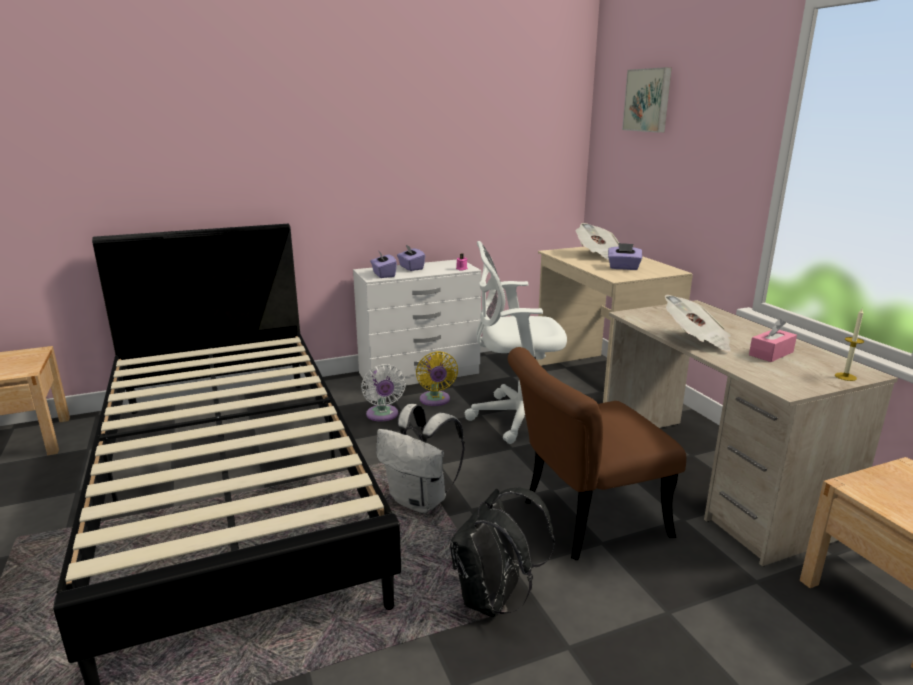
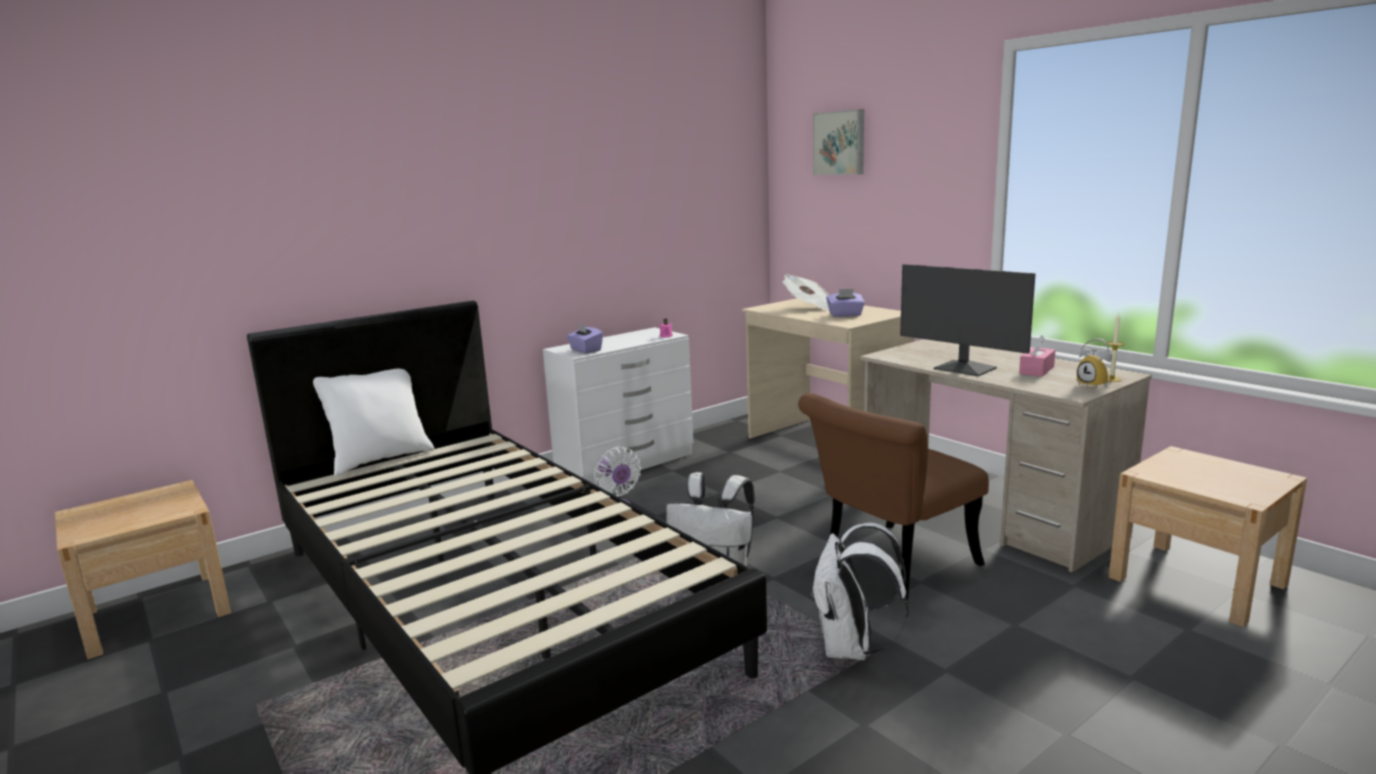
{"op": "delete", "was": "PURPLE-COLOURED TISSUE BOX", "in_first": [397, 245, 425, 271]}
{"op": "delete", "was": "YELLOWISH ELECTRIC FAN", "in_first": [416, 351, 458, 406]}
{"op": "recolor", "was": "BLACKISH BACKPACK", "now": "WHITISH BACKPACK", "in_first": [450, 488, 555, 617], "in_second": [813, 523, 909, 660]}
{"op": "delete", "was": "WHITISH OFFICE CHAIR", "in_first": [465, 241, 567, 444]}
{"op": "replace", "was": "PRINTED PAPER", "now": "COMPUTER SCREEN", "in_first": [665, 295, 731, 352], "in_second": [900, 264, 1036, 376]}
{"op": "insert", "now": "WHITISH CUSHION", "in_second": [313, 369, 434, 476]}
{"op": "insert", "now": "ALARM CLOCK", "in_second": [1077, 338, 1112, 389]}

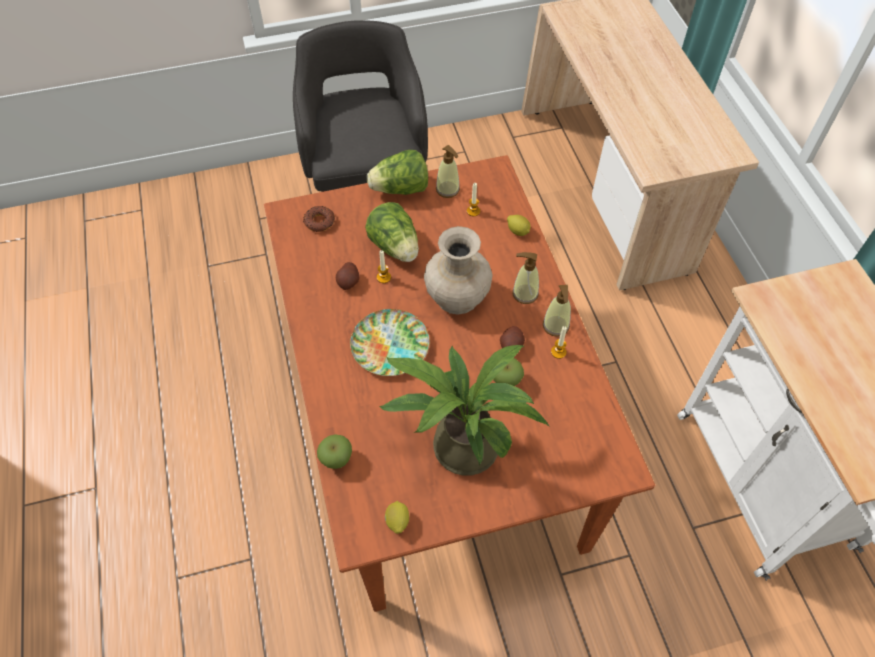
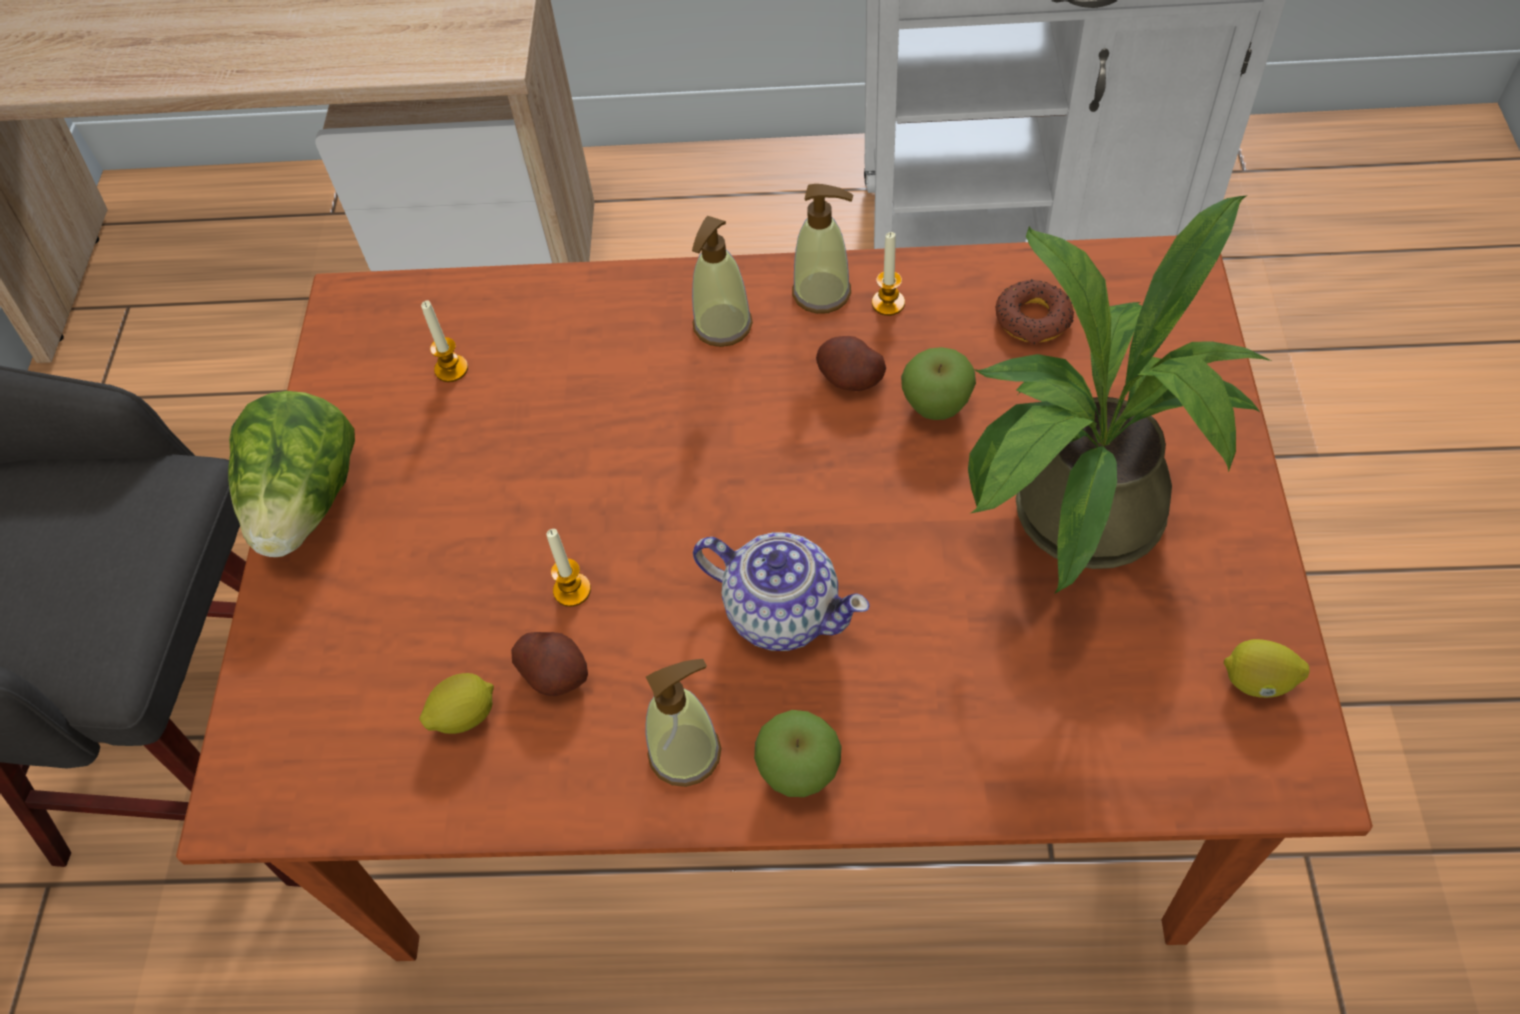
{"op": "move", "was": "DOUGHNUT", "in_first": [303, 206, 335, 232], "in_second": [996, 280, 1074, 344]}
{"op": "move", "was": "APPLE FRUIT", "in_first": [317, 434, 352, 469], "in_second": [754, 710, 842, 797]}
{"op": "replace", "was": "FLAT DISH", "now": "TEA POT", "in_first": [350, 309, 429, 376], "in_second": [693, 532, 870, 651]}
{"op": "delete", "was": "HEAD OF LETTUCE", "in_first": [365, 202, 419, 262]}
{"op": "delete", "was": "SAND-COLOURED FLOWER VASE", "in_first": [424, 226, 492, 315]}
{"op": "move", "was": "SOAP BOTTLE", "in_first": [436, 145, 460, 198], "in_second": [645, 659, 721, 787]}
{"op": "move", "was": "WHOLE LEMON", "in_first": [507, 215, 531, 236], "in_second": [419, 673, 494, 734]}

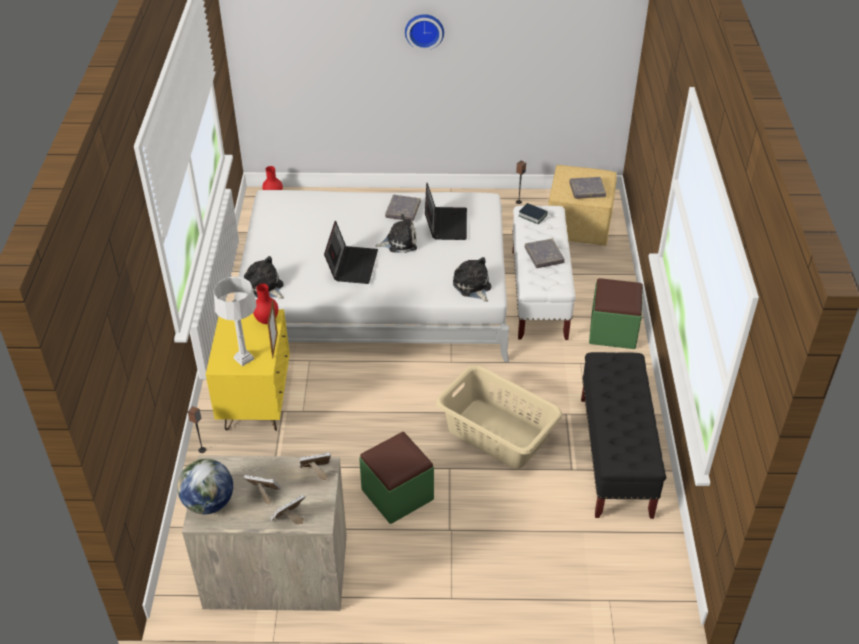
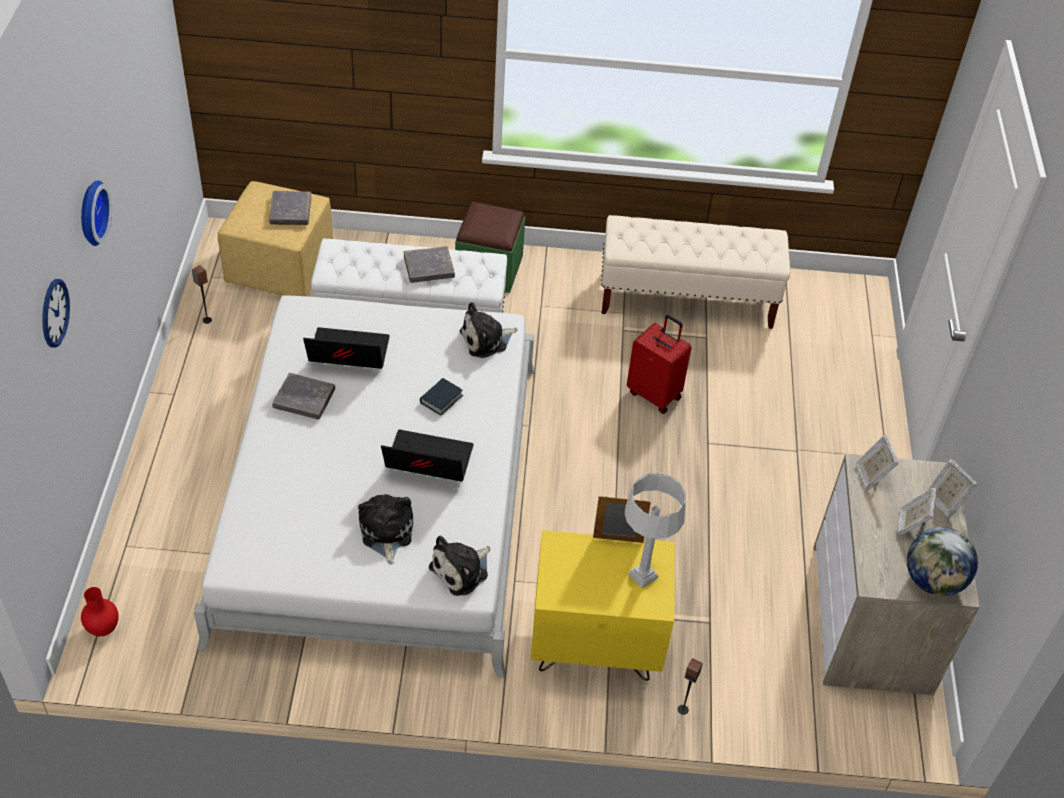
{"op": "delete", "was": "REDDISH FLOWER VASE", "in_first": [253, 284, 278, 324]}
{"op": "delete", "was": "GREENISH OTTOMAN", "in_first": [359, 432, 434, 524]}
{"op": "move", "was": "CUDDLY TOY", "in_first": [375, 214, 417, 253], "in_second": [358, 494, 413, 565]}
{"op": "replace", "was": "SAND-COLOURED LAUNDRY BASKET", "now": "REDDISH SUITCASE", "in_first": [436, 365, 562, 469], "in_second": [627, 315, 691, 414]}
{"op": "move", "was": "BOUND BOOK", "in_first": [519, 203, 548, 224], "in_second": [420, 378, 463, 415]}
{"op": "recolor", "was": "BLACKISH INDOOR BENCH", "now": "SAND-COLOURED INDOOR BENCH", "in_first": [581, 352, 666, 519], "in_second": [601, 215, 790, 329]}
{"op": "insert", "now": "WALL CLOCK", "in_second": [42, 279, 70, 348]}

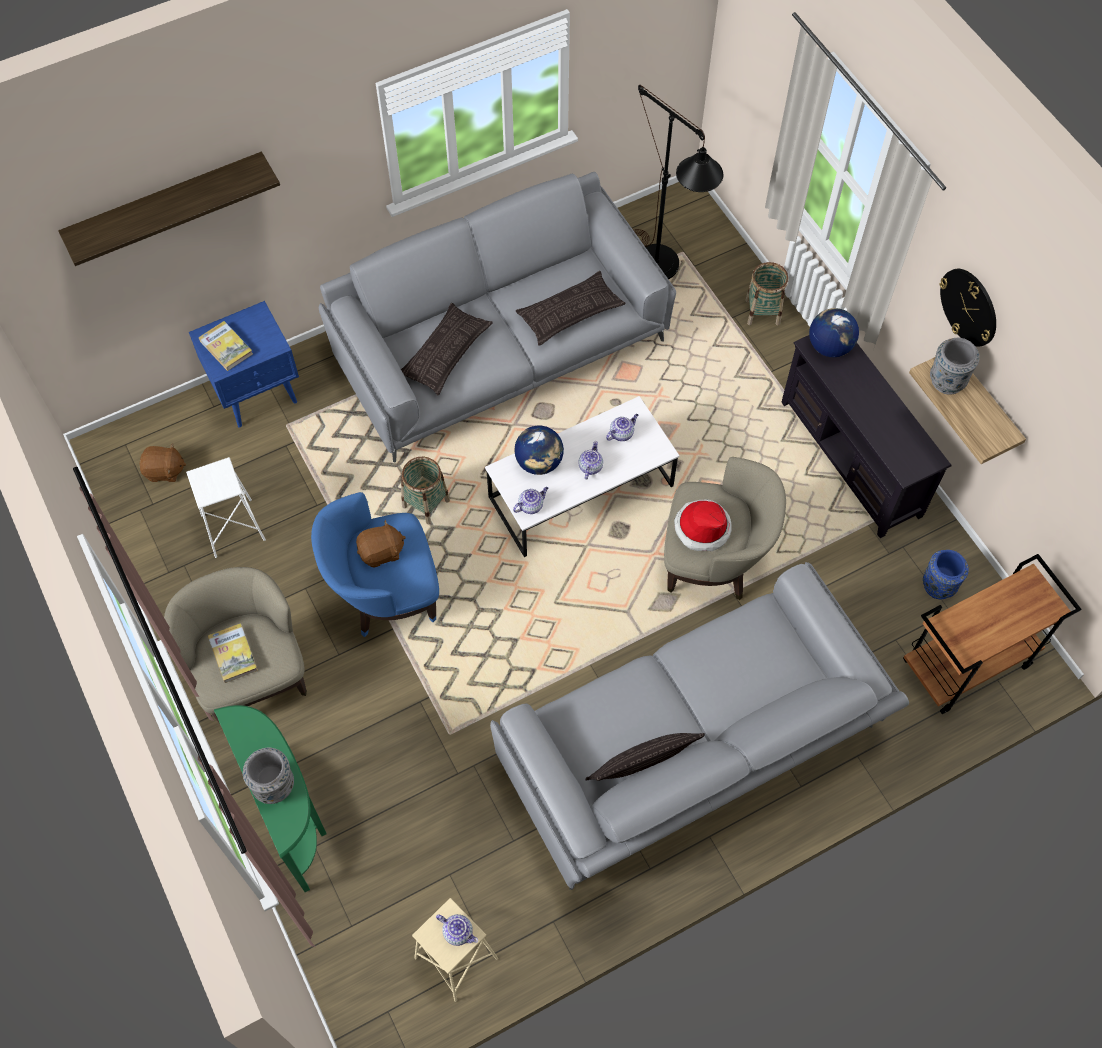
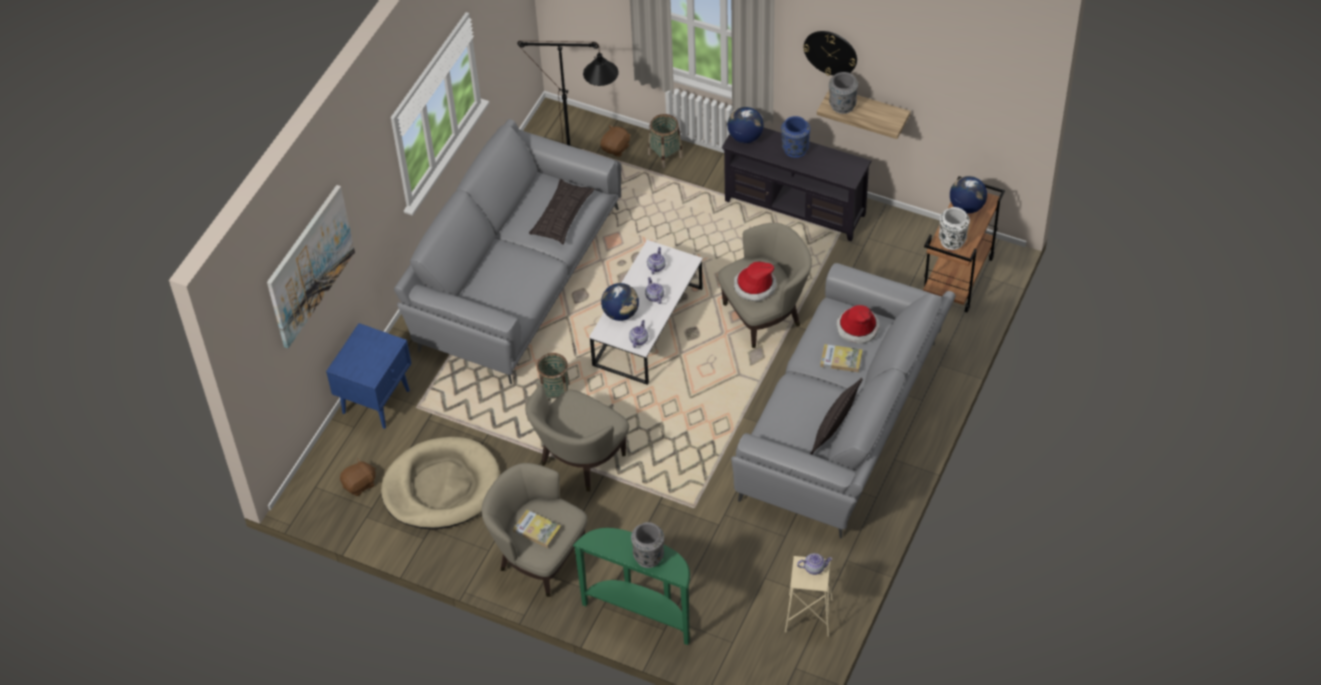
{"op": "replace", "was": "SHELF", "now": "PICTURE", "in_first": [58, 151, 280, 266], "in_second": [267, 185, 355, 348]}
{"op": "replace", "was": "WHITISH STOOL", "now": "SAND-COLOURED DOG BED", "in_first": [186, 457, 266, 558], "in_second": [381, 437, 500, 530]}
{"op": "move", "was": "BOUND BOOK", "in_first": [199, 321, 253, 371], "in_second": [820, 344, 863, 372]}
{"op": "recolor", "was": "BLUE ARMCHAIR", "now": "SAND-COLOURED ARMCHAIR", "in_first": [311, 492, 439, 637], "in_second": [526, 385, 629, 492]}
{"op": "move", "was": "BROWNISH CUDDLY TOY", "in_first": [356, 520, 406, 567], "in_second": [600, 125, 631, 157]}
{"op": "delete", "was": "CUSHION", "in_first": [401, 303, 493, 396]}
{"op": "move", "was": "BLUE FLOWER VASE", "in_first": [923, 550, 969, 599], "in_second": [781, 116, 810, 158]}
{"op": "insert", "now": "HAT", "in_second": [836, 305, 879, 344]}
{"op": "insert", "now": "WHITISH FLOWER VASE", "in_second": [939, 207, 970, 250]}
{"op": "insert", "now": "DESK GLOBE", "in_second": [950, 176, 987, 214]}

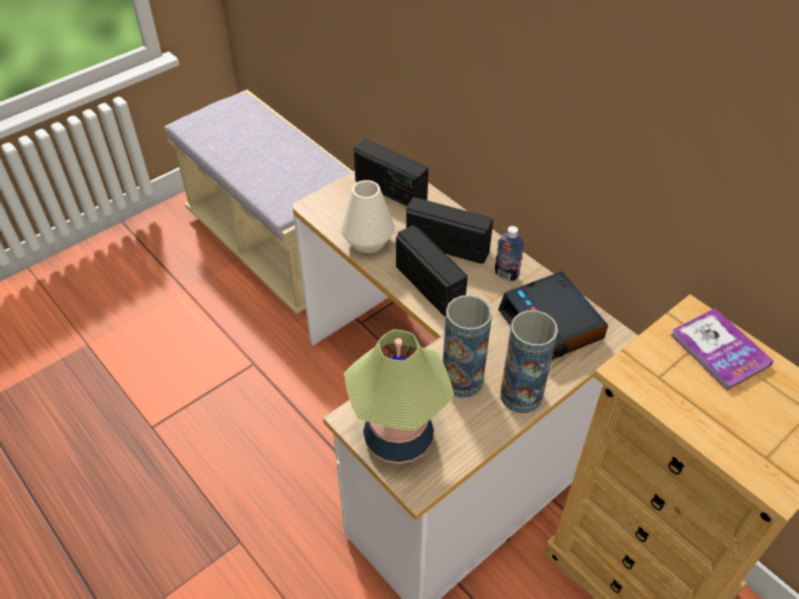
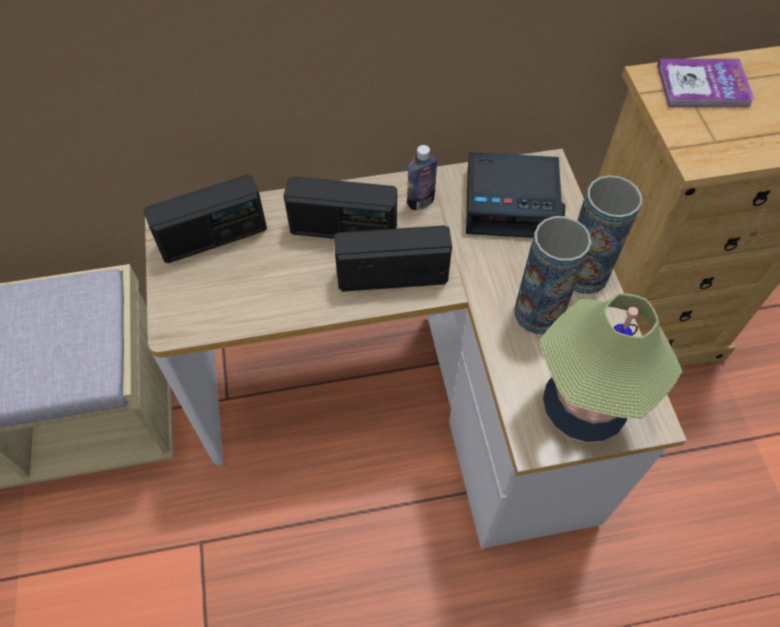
{"op": "delete", "was": "WHITISH FLOWER VASE", "in_first": [341, 180, 394, 253]}
{"op": "rotate", "was": "RADIO RECEIVER", "in_first": [406, 197, 493, 264], "in_second": [283, 176, 397, 239], "clockwise": -135}

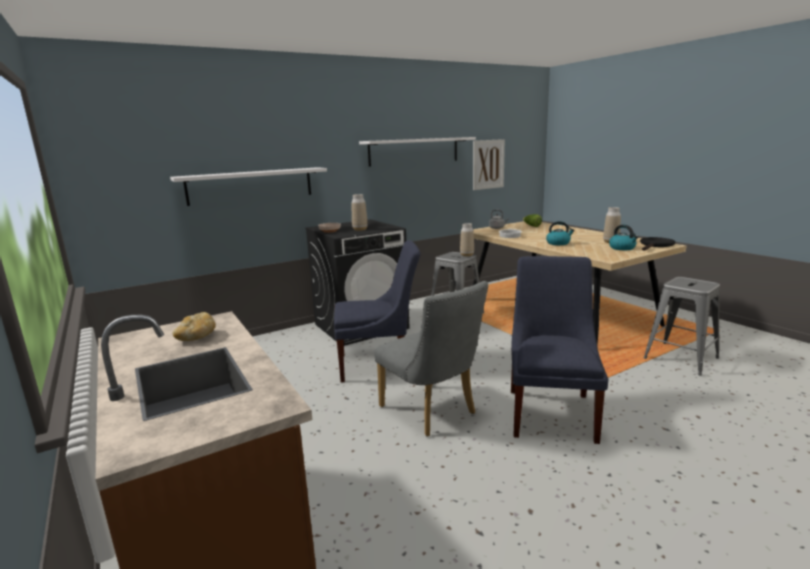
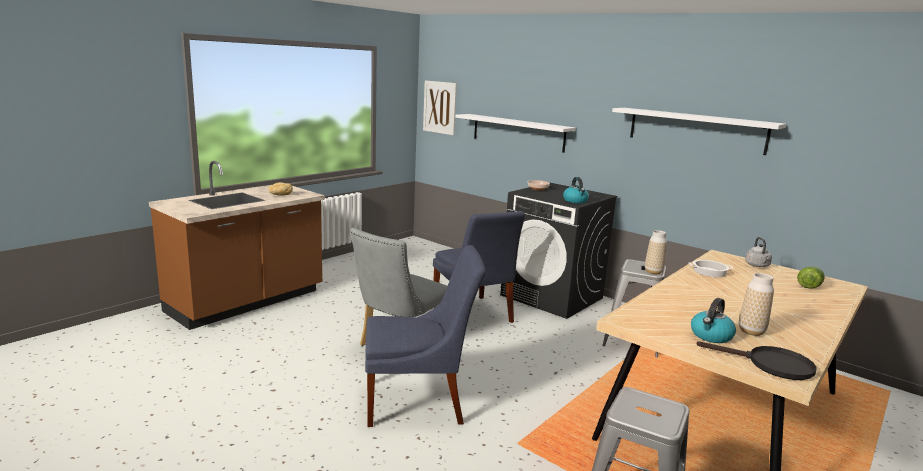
{"op": "delete", "was": "FLOWER VASE", "in_first": [352, 194, 368, 231]}
{"op": "move", "was": "PICTURE", "in_first": [473, 139, 505, 190], "in_second": [423, 80, 457, 135]}
{"op": "move", "was": "TEA KETTLE", "in_first": [546, 221, 575, 245], "in_second": [563, 177, 589, 203]}

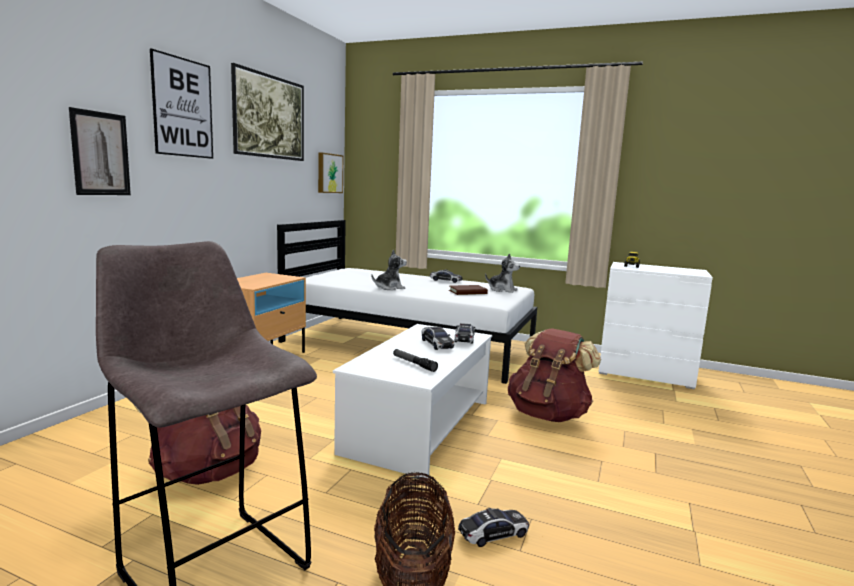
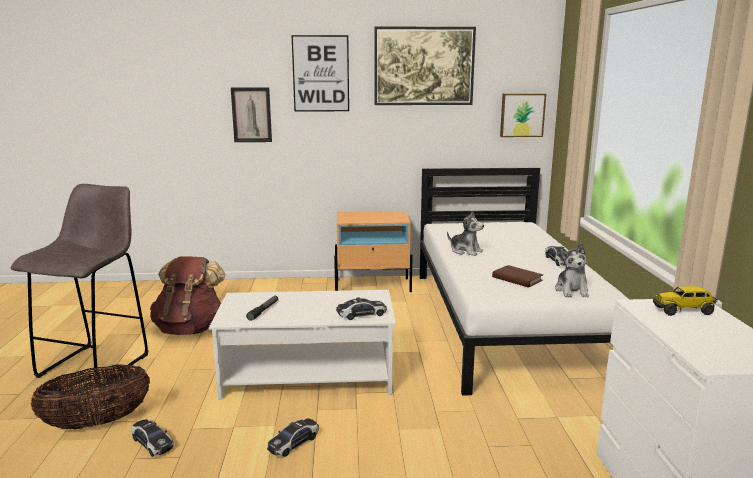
{"op": "move", "was": "MODEL CAR", "in_first": [421, 327, 454, 350], "in_second": [267, 418, 319, 457]}
{"op": "delete", "was": "BROWNISH BACKPACK", "in_first": [508, 328, 601, 422]}

